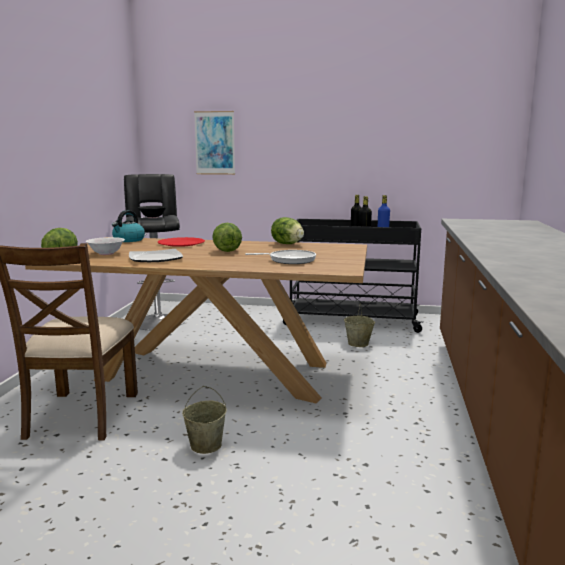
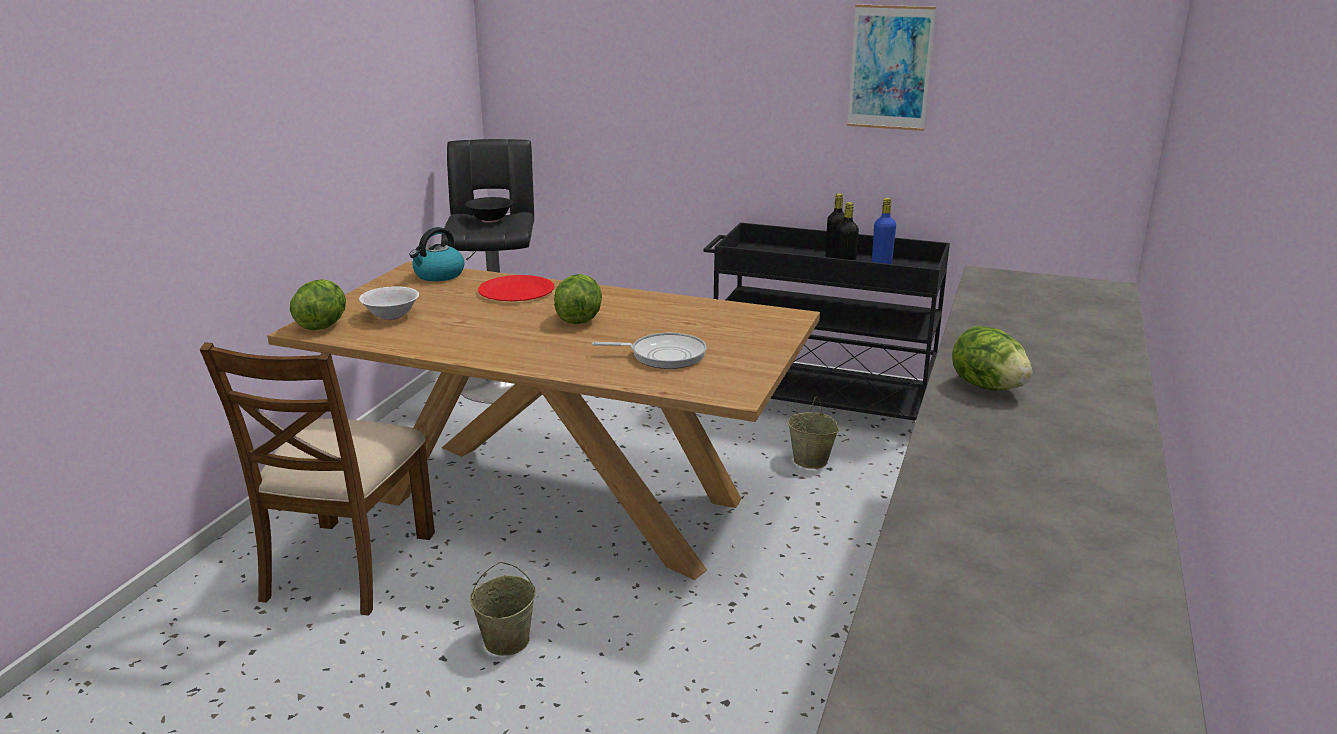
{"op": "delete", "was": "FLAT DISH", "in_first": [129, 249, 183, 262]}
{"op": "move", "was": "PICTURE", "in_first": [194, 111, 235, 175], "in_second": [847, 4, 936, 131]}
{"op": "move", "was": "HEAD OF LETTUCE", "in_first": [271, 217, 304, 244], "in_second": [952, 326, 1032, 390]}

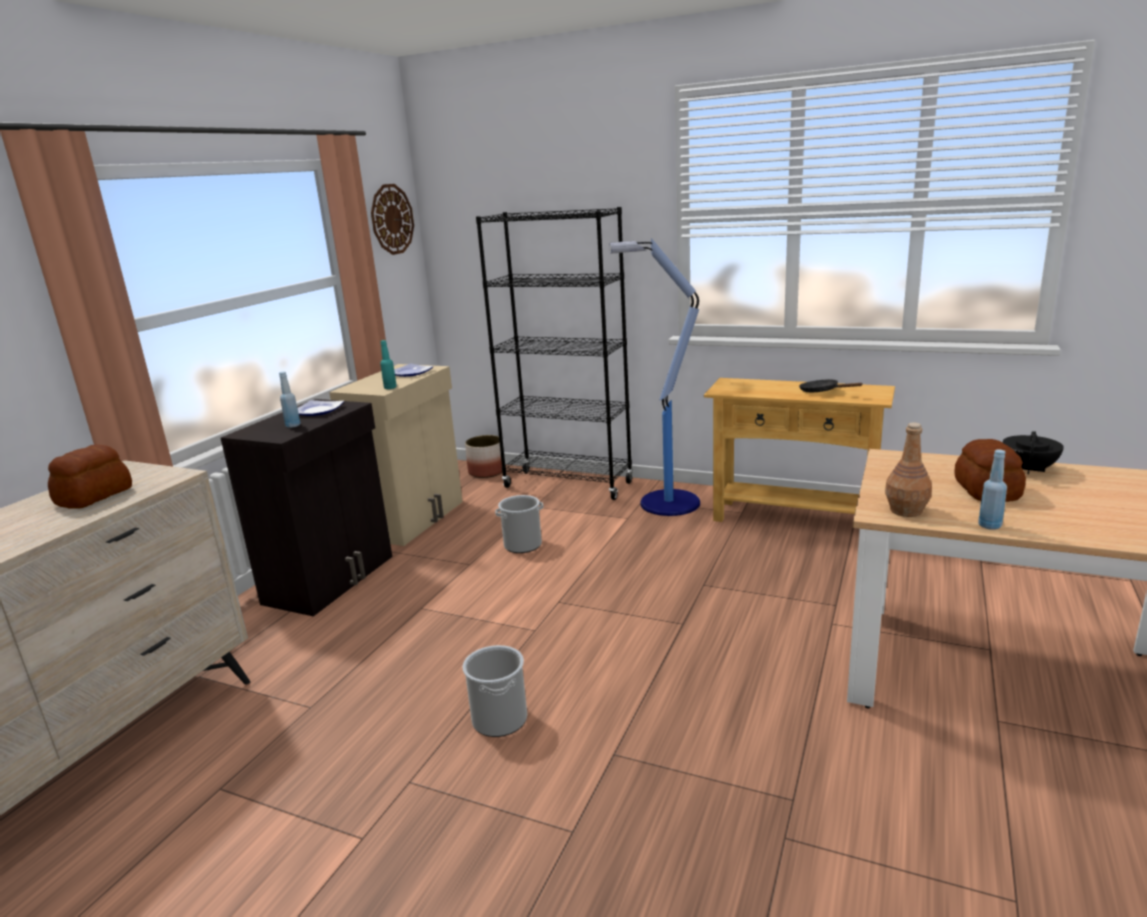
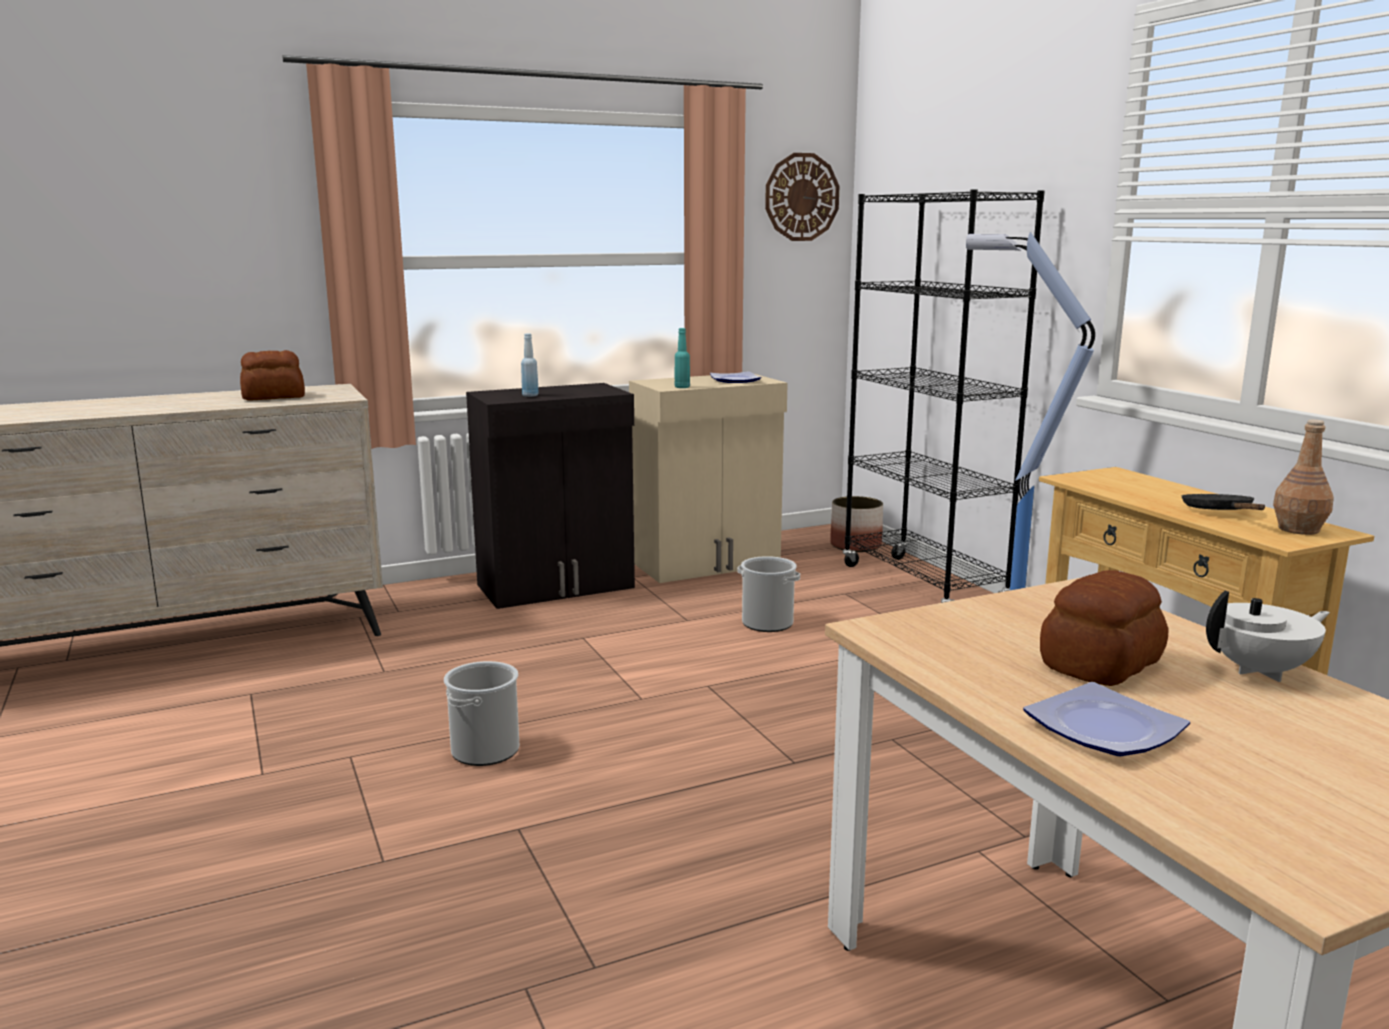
{"op": "move", "was": "FLAT DISH", "in_first": [298, 400, 344, 416], "in_second": [1023, 682, 1190, 757]}
{"op": "move", "was": "BROWNISH BEVERAGE BOTTLE", "in_first": [885, 423, 932, 517], "in_second": [1273, 420, 1334, 535]}
{"op": "delete", "was": "BLUE BEVERAGE BOTTLE", "in_first": [978, 449, 1007, 530]}
{"op": "recolor", "was": "BLACKISH TEA POT", "now": "WHITISH TEA POT", "in_first": [1003, 431, 1064, 474], "in_second": [1206, 591, 1330, 682]}

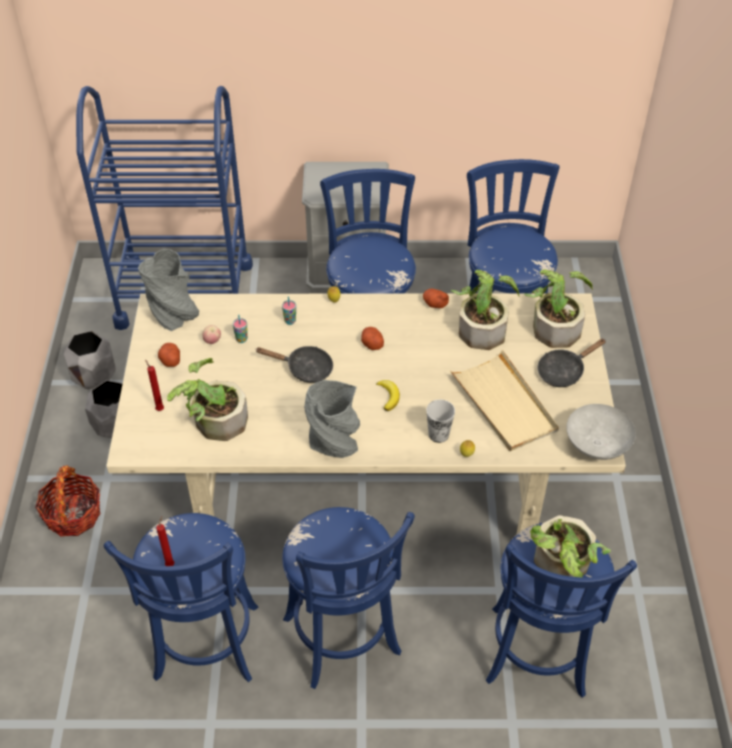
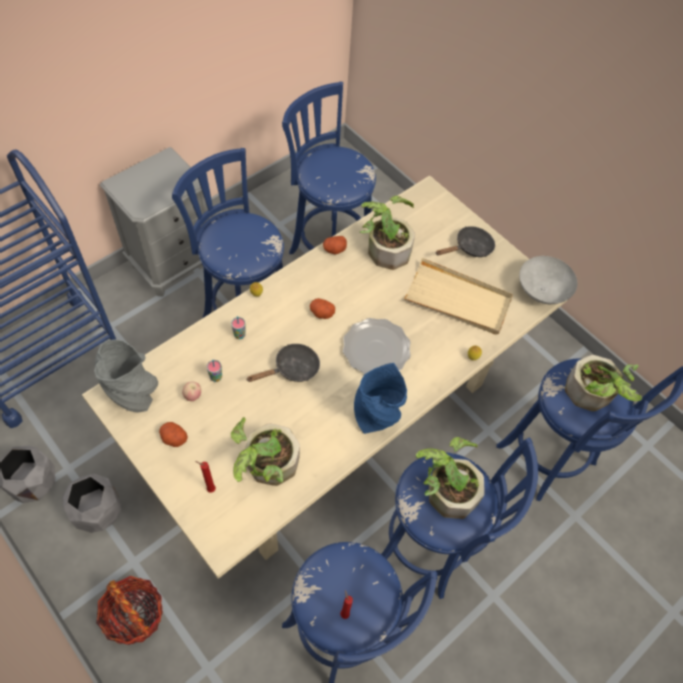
{"op": "recolor", "was": "GRAY FLOWER VASE", "now": "BLUE FLOWER VASE", "in_first": [304, 380, 360, 458], "in_second": [354, 363, 407, 434]}
{"op": "replace", "was": "WHOLE BANANA", "now": "FLAT DISH", "in_first": [376, 380, 400, 411], "in_second": [343, 318, 411, 374]}
{"op": "delete", "was": "DRINKING CUP", "in_first": [426, 400, 455, 443]}
{"op": "move", "was": "POTTED PLANT", "in_first": [524, 269, 593, 348], "in_second": [416, 437, 485, 519]}
{"op": "rotate", "was": "BLACKISH PAN", "in_first": [538, 339, 606, 387], "in_second": [436, 226, 495, 257], "clockwise": -135}

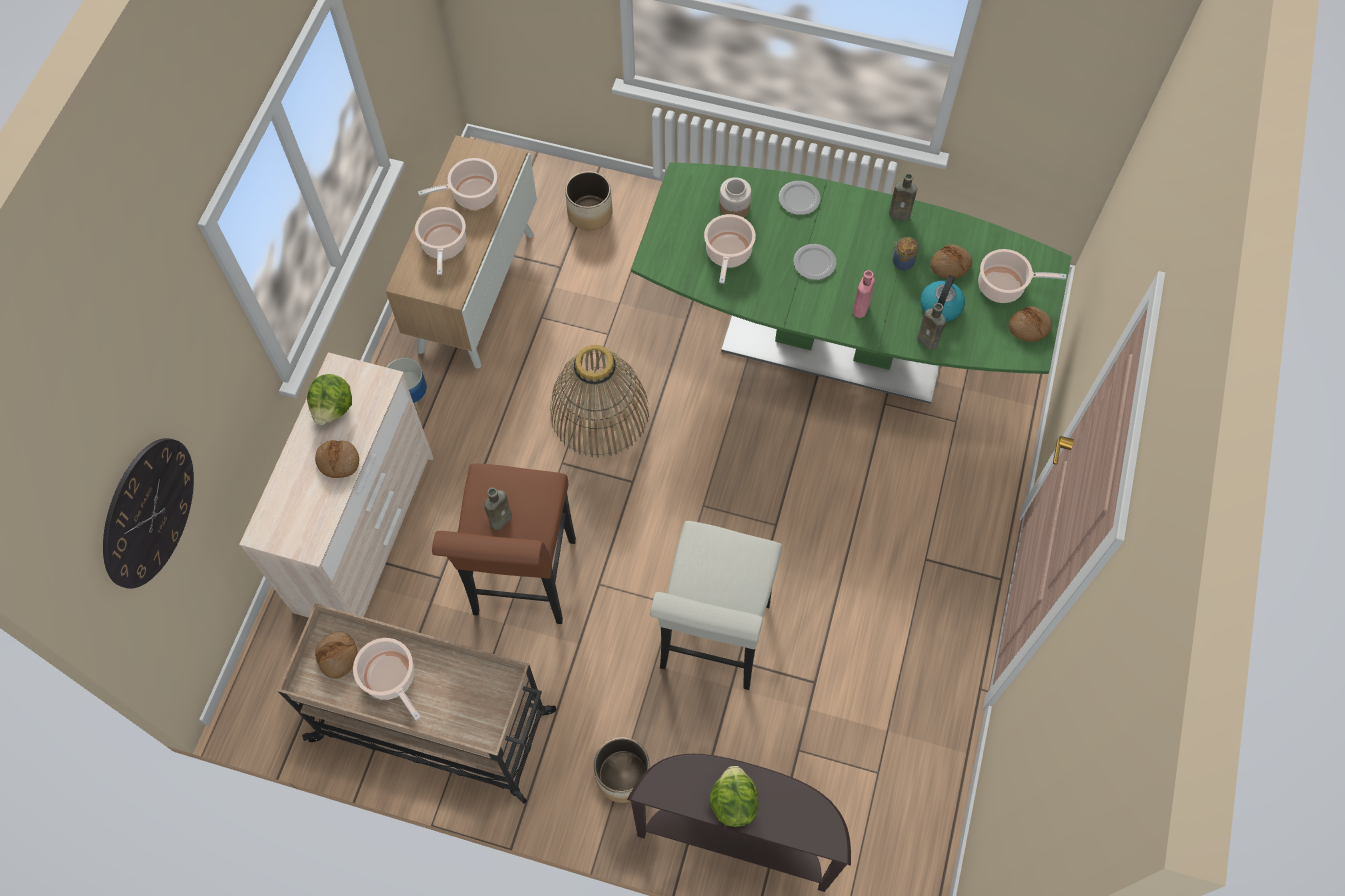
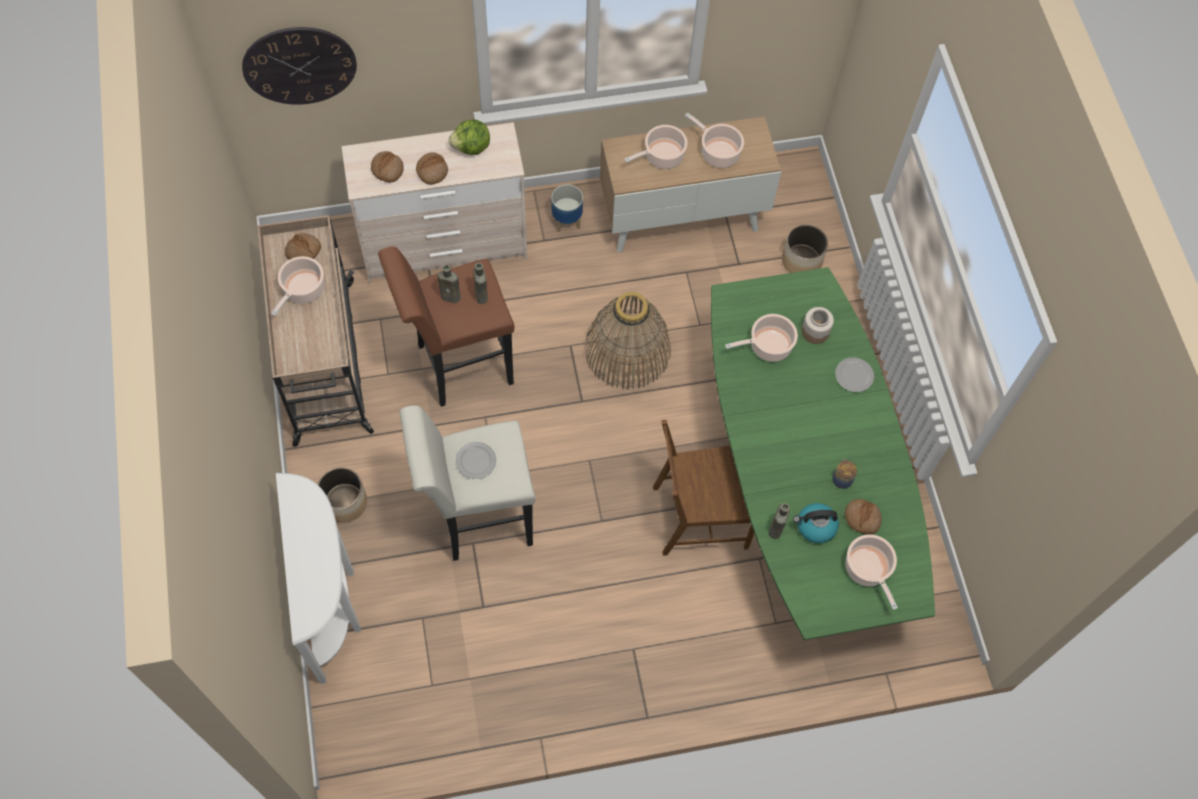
{"op": "recolor", "was": "BROWNISH HALL TABLE", "now": "WHITISH HALL TABLE", "in_first": [627, 754, 851, 892], "in_second": [276, 473, 361, 684]}
{"op": "delete", "was": "HEAD OF LETTUCE", "in_first": [709, 766, 759, 827]}
{"op": "move", "was": "FLAT DISH", "in_first": [793, 244, 837, 280], "in_second": [456, 442, 496, 479]}
{"op": "delete", "was": "PINK BEVERAGE BOTTLE", "in_first": [853, 270, 875, 318]}
{"op": "move", "was": "BROWNISH BEVERAGE BOTTLE", "in_first": [889, 173, 917, 221], "in_second": [473, 263, 488, 304]}
{"op": "move", "was": "BREAD", "in_first": [1008, 306, 1052, 342], "in_second": [371, 151, 404, 182]}
{"op": "insert", "now": "BROWNISH PLAIN CHAIR", "in_second": [653, 420, 754, 556]}

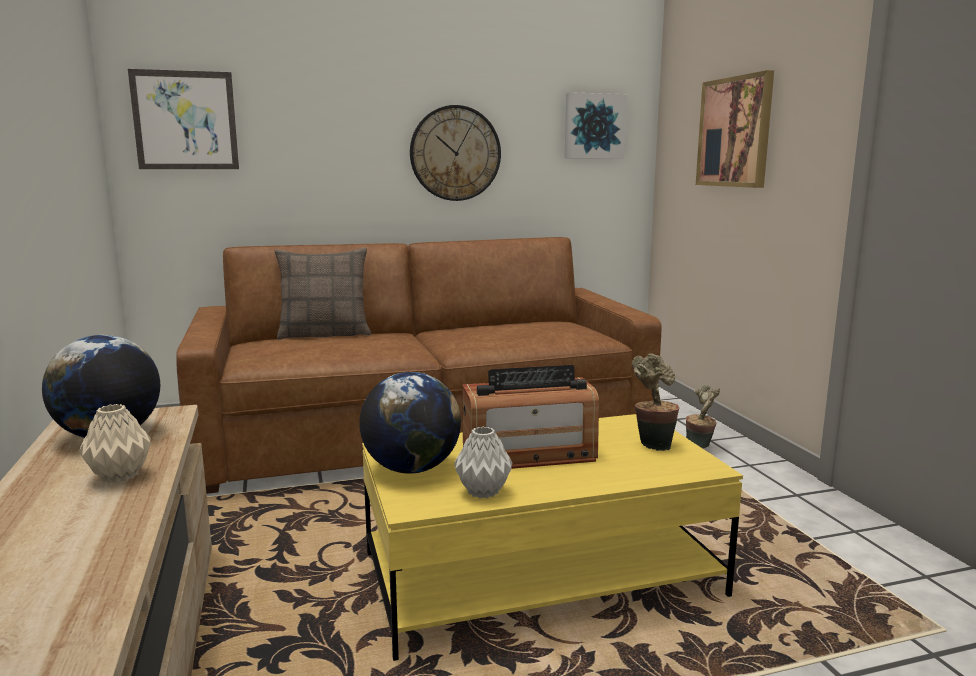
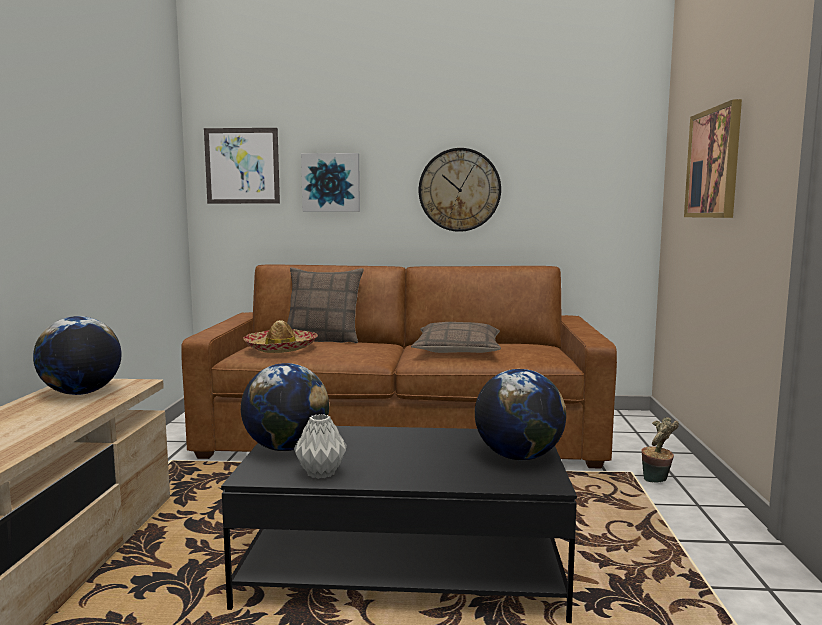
{"op": "delete", "was": "SAND-COLOURED FLOWER VASE", "in_first": [79, 404, 151, 483]}
{"op": "recolor", "was": "YELLOWISH COFFEE TABLE", "now": "BLACKISH COFFEE TABLE", "in_first": [362, 414, 743, 661], "in_second": [221, 426, 577, 623]}
{"op": "delete", "was": "RADIO RECEIVER", "in_first": [462, 365, 599, 469]}
{"op": "move", "was": "PICTURE", "in_first": [565, 92, 627, 158], "in_second": [301, 153, 360, 212]}
{"op": "replace", "was": "POTTED PLANT", "now": "DESK GLOBE", "in_first": [632, 354, 680, 451], "in_second": [475, 369, 566, 460]}
{"op": "insert", "now": "HAT", "in_second": [243, 320, 318, 353]}
{"op": "insert", "now": "CUSHION", "in_second": [411, 322, 501, 353]}

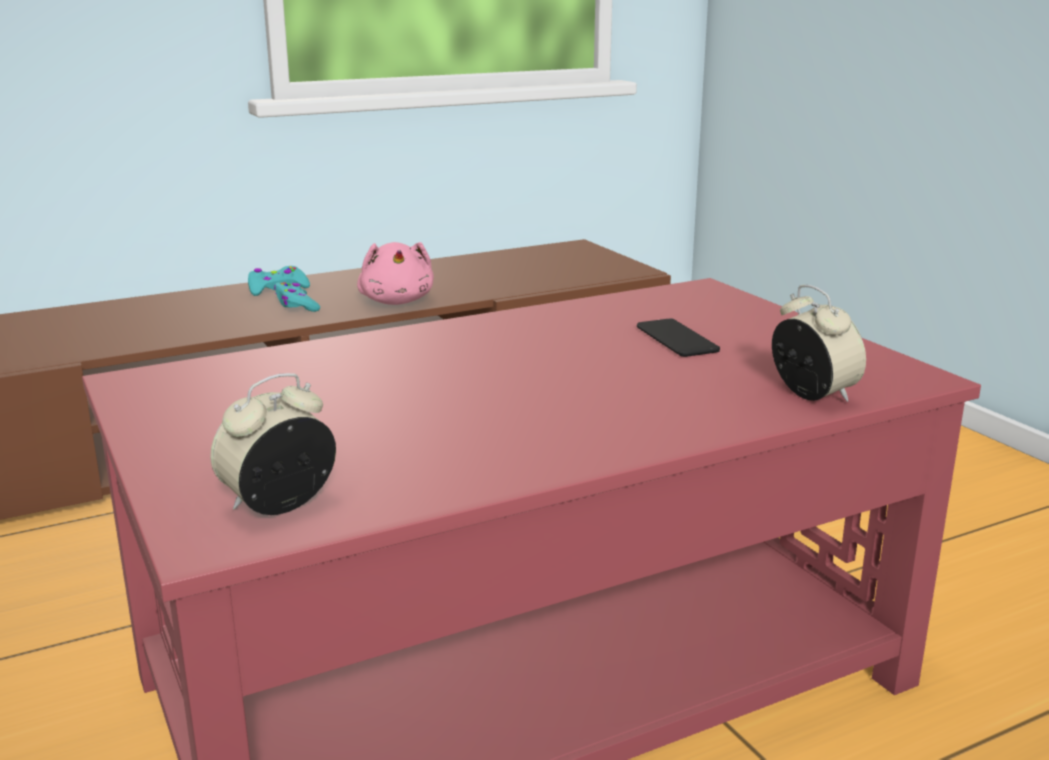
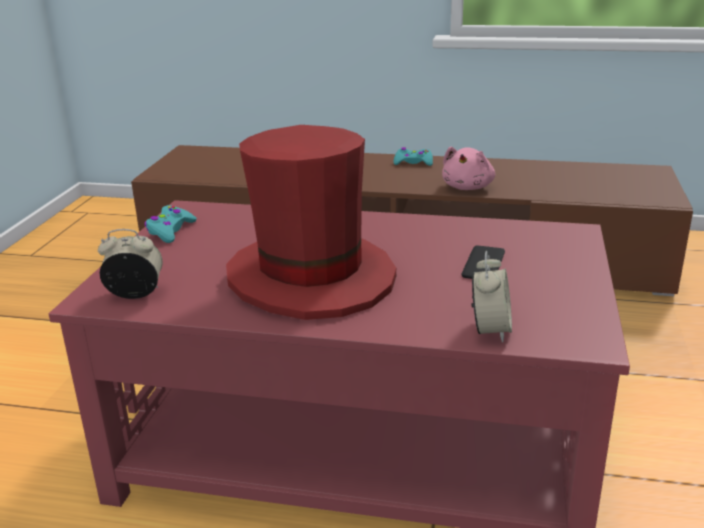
{"op": "move", "was": "TURQUOISE-COLOURED GAME CONTROLLER", "in_first": [274, 282, 320, 312], "in_second": [145, 205, 197, 243]}
{"op": "insert", "now": "REDDISH HAT", "in_second": [226, 125, 397, 320]}

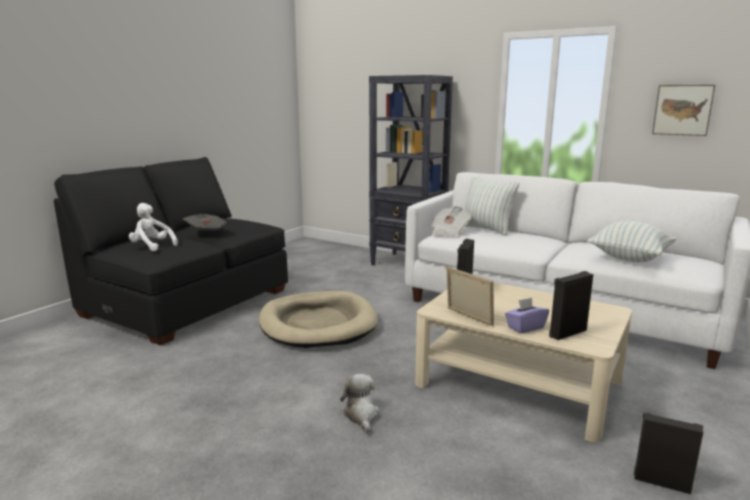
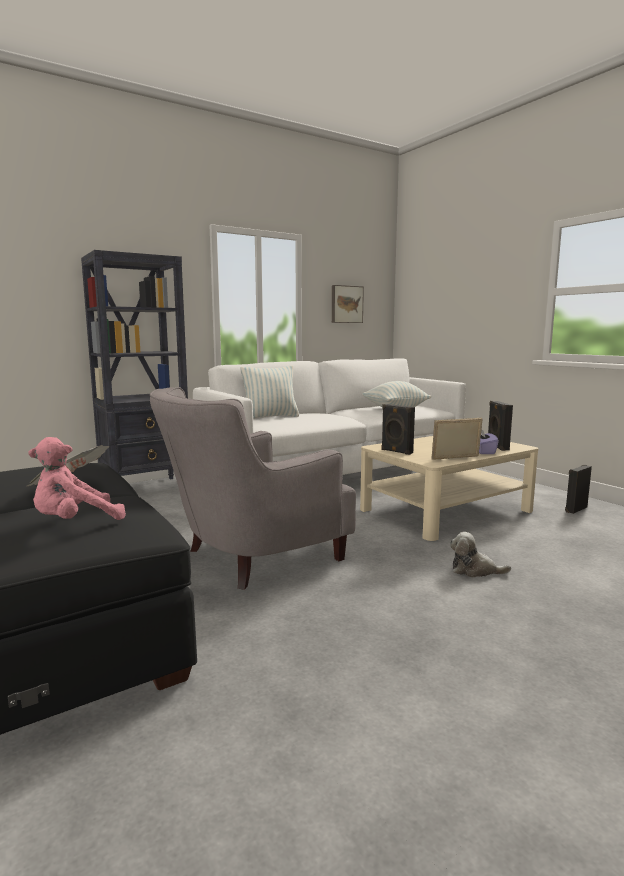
{"op": "recolor", "was": "WHITISH CUDDLY TOY", "now": "PINK CUDDLY TOY", "in_first": [129, 203, 178, 251], "in_second": [28, 437, 126, 520]}
{"op": "replace", "was": "SAND-COLOURED DOG BED", "now": "GRAY ARMCHAIR", "in_first": [259, 291, 378, 348], "in_second": [150, 387, 356, 589]}
{"op": "delete", "was": "PRINTED PAPER", "in_first": [431, 206, 471, 237]}

